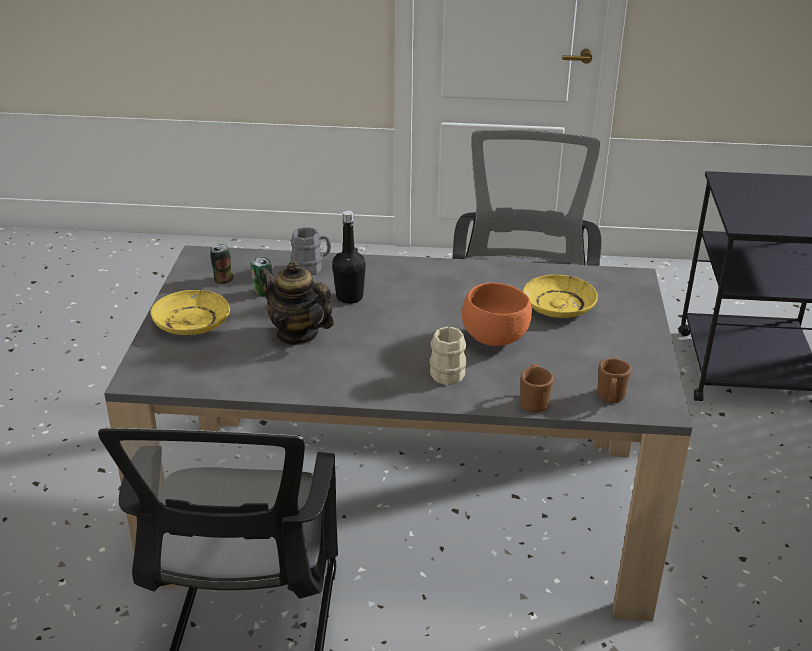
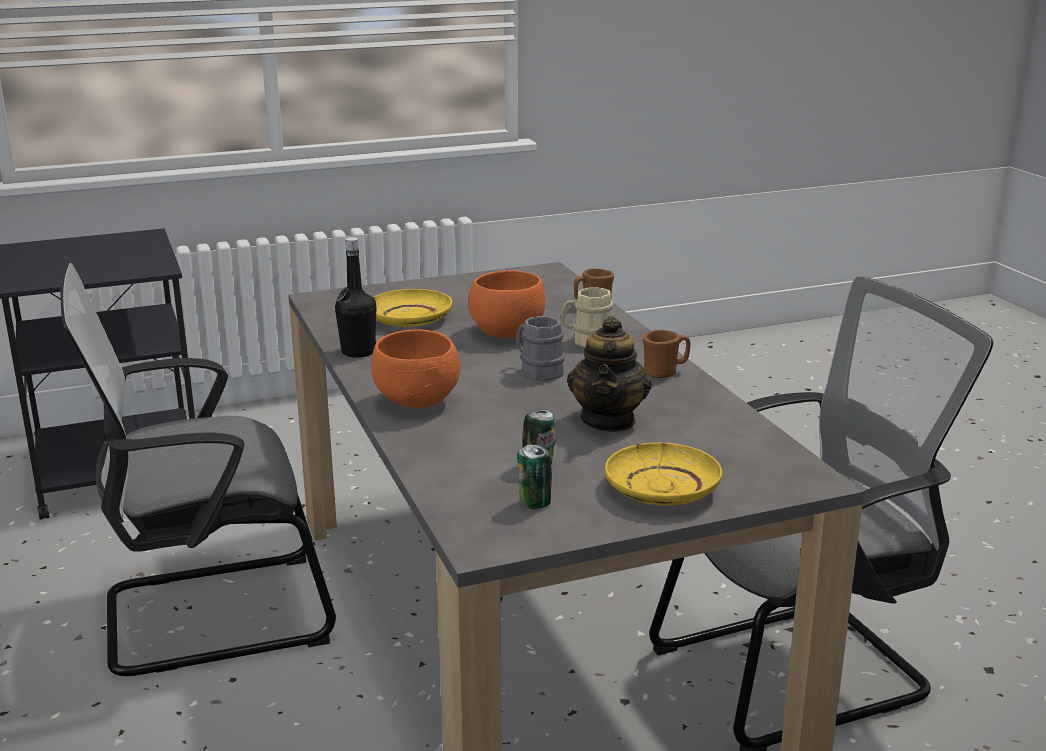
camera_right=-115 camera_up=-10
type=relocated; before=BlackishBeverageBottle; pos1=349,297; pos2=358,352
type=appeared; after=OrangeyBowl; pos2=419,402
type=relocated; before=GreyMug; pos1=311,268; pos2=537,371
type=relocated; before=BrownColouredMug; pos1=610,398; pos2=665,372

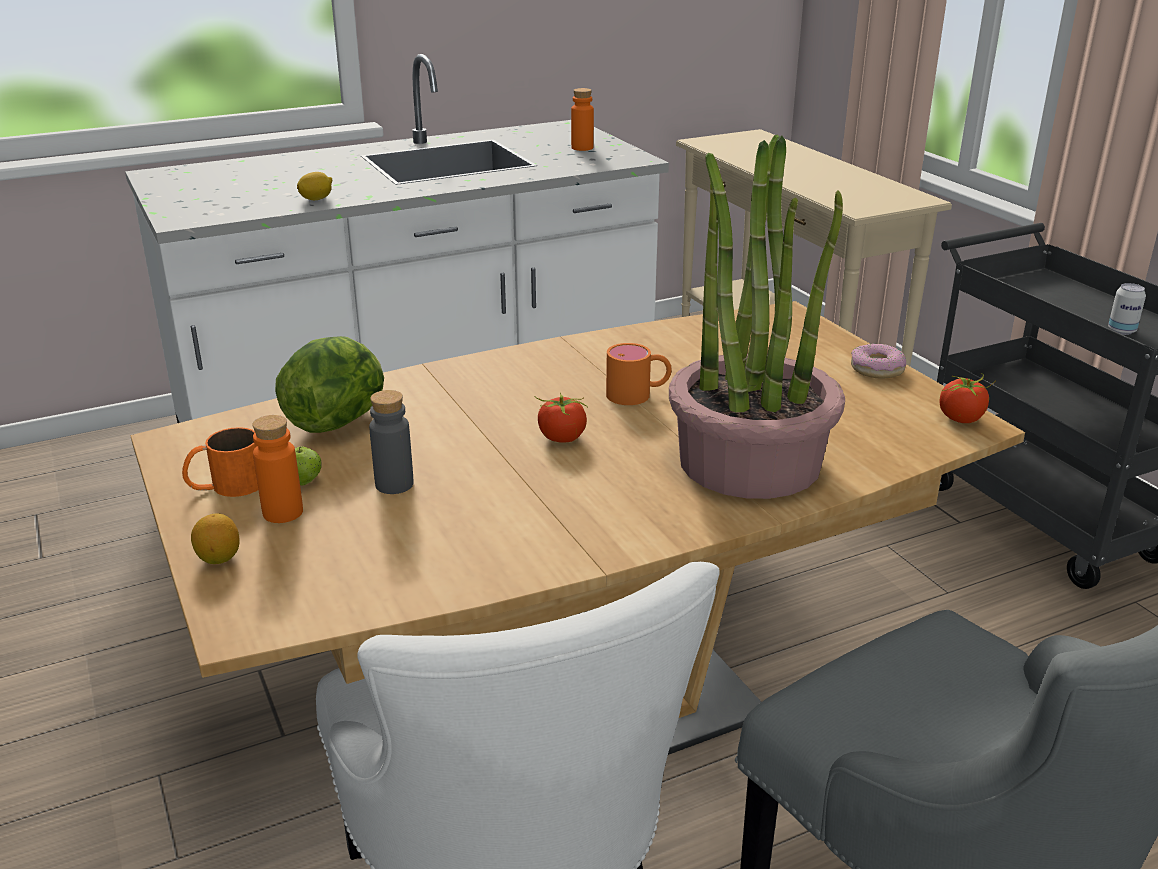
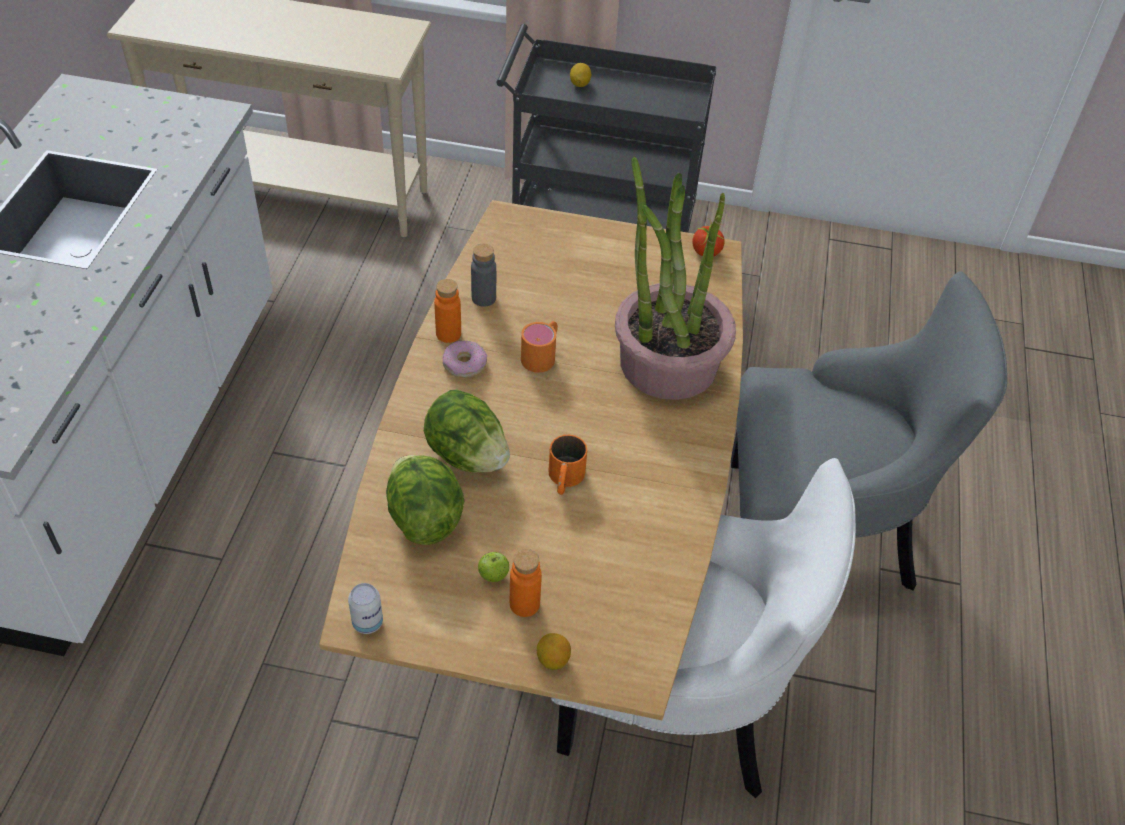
camera_right=-55 camera_up=20
type=relocated; before=MetalCan; pos1=1121,331; pos2=367,623
type=appeared; after=LettuceHead; pos2=467,455
type=relocated; before=OrangeyBeverageBottle; pos1=582,148; pos2=448,334
type=relocated; before=RingDoughnut; pos1=877,369; pos2=464,364
type=relocated; before=GreyBeverageBottle; pos1=394,484; pos2=483,298
type=relocated; before=OrangeyMug; pos1=225,486; pos2=564,479
type=relocated; before=Lemon; pos1=316,199; pos2=580,84
type=missing; before=FreshTomato; pos1=561,438

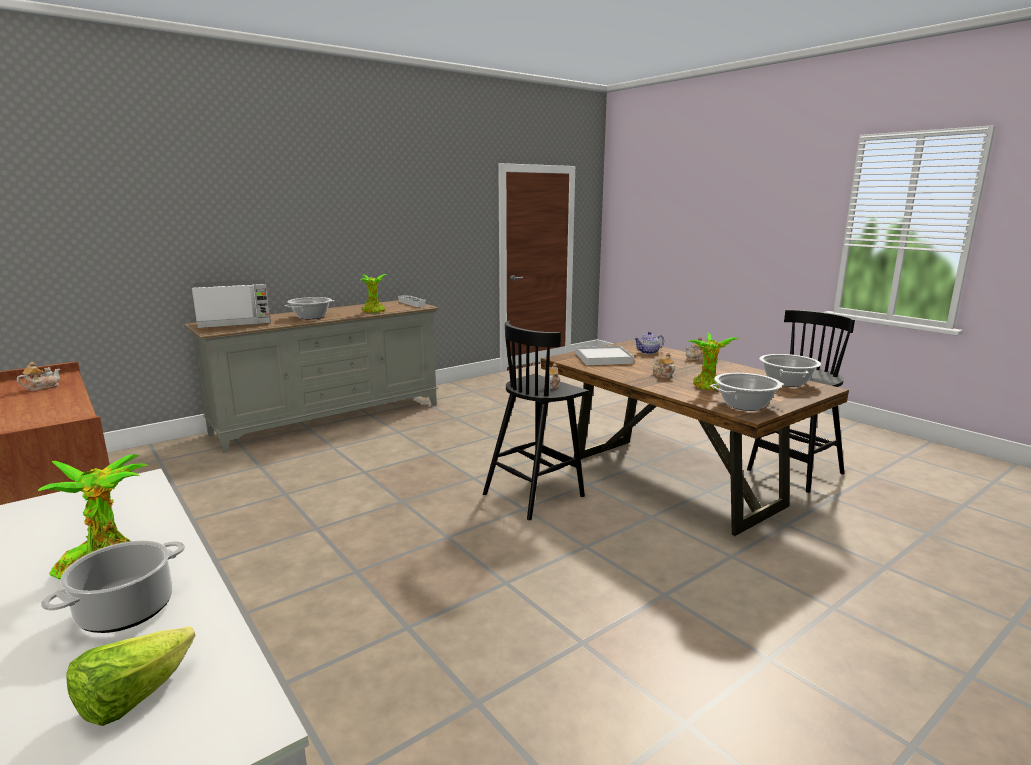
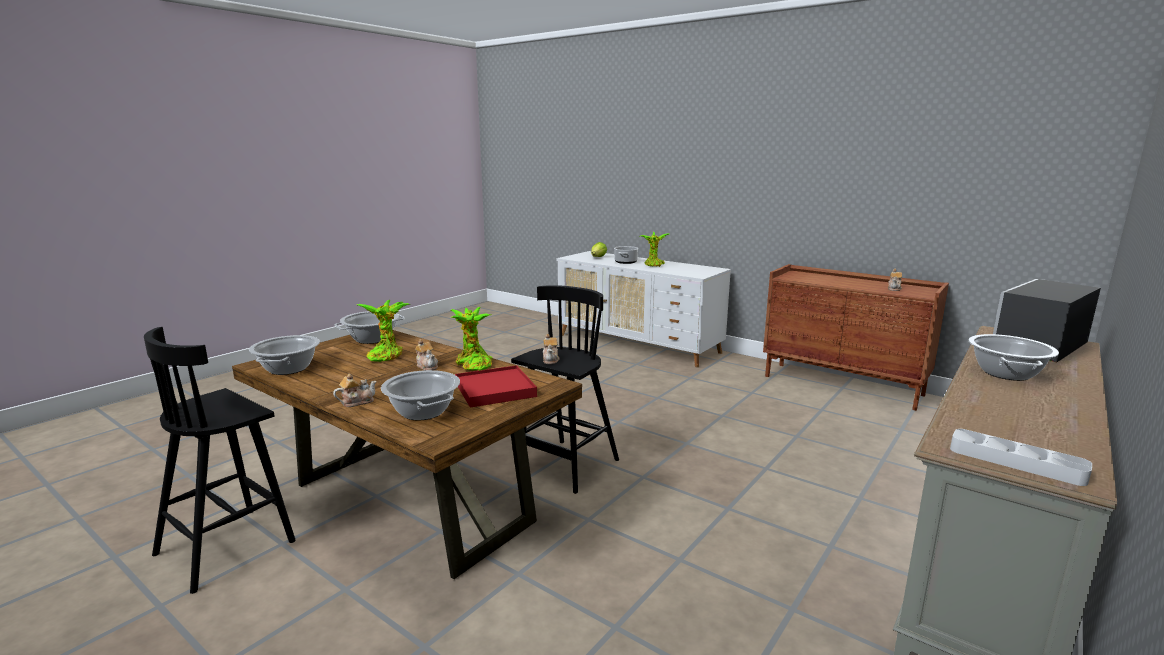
camera_right=165 camera_up=0
type=exchanged; before=Teapot; after=Stockpot; pos1=648,352; pos2=422,412
type=relocated; before=PottedPlant; pos1=374,311; pos2=472,364
type=colour; before=WhiteCarryingTray; after=RedColouredCarryingTray; pos1=603,358; pos2=495,389

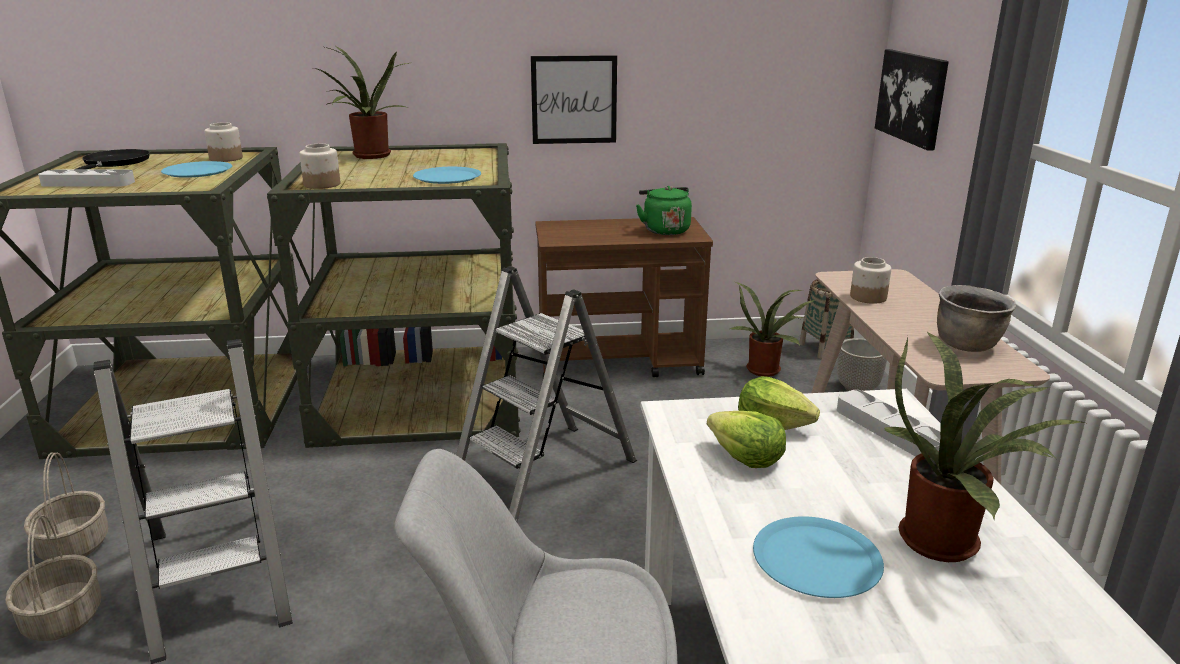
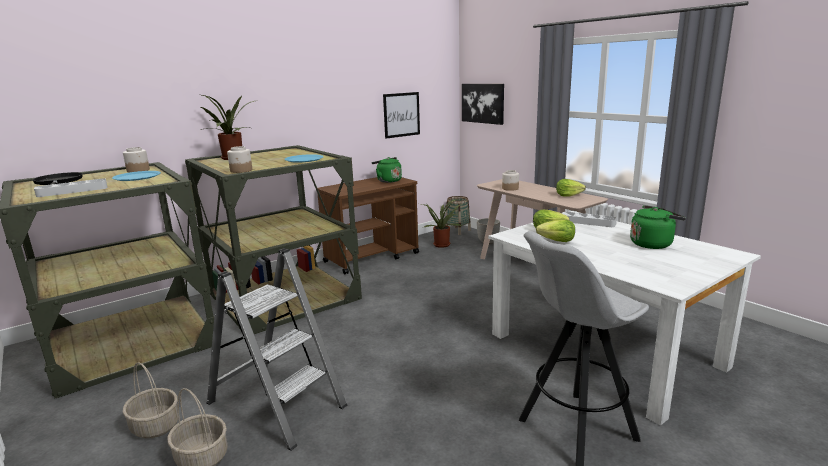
camera_right=-30 camera_up=-5
type=relocated; before=WallArt; pos1=574,100; pos2=401,115
type=exchanged; before=BrownColouredStockpot; after=LettuceHead; pos1=967,345; pos2=568,195
type=exchanged; before=PottedPlant; after=GreenishKettle; pos1=946,542; pos2=653,244
type=missing; before=GreyStepStool; pos1=546,471
type=missing; before=BlueColouredPlate; pos1=817,559

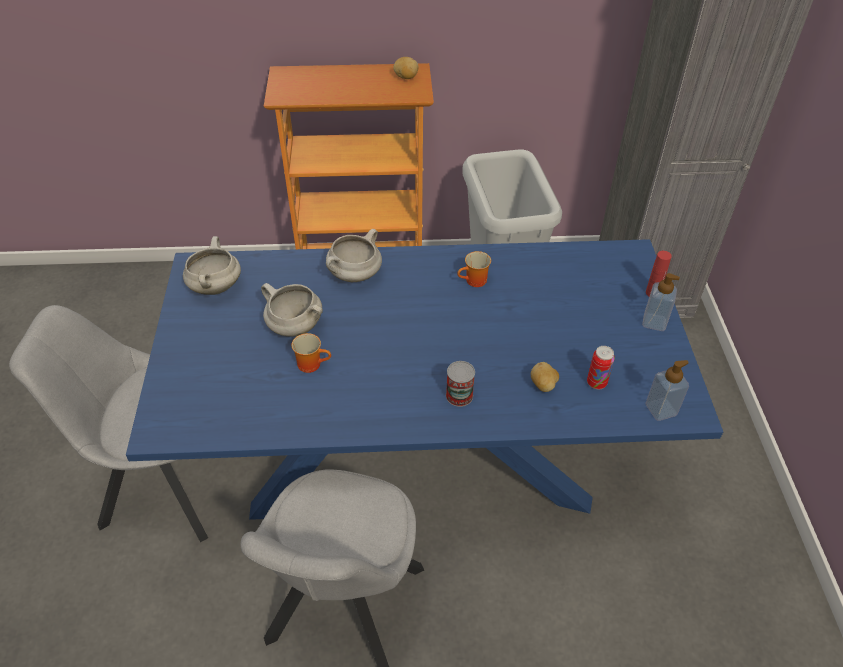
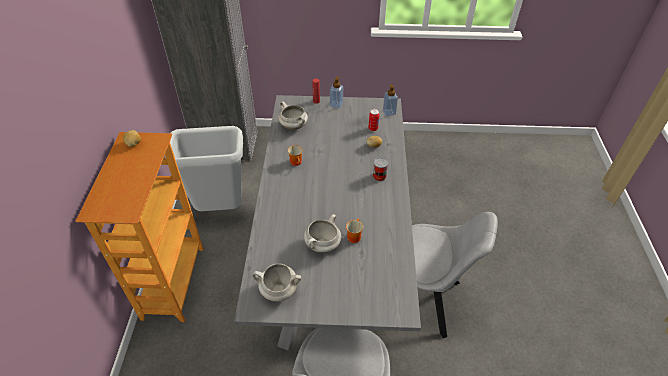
camera_right=-85 camera_up=0
type=colour; before=BlueColouredDiningTable; after=GreyDiningTable; pos1=420,455; pos2=332,259
type=relocated; before=WhiteStockpot; pos1=354,275; pos2=294,126

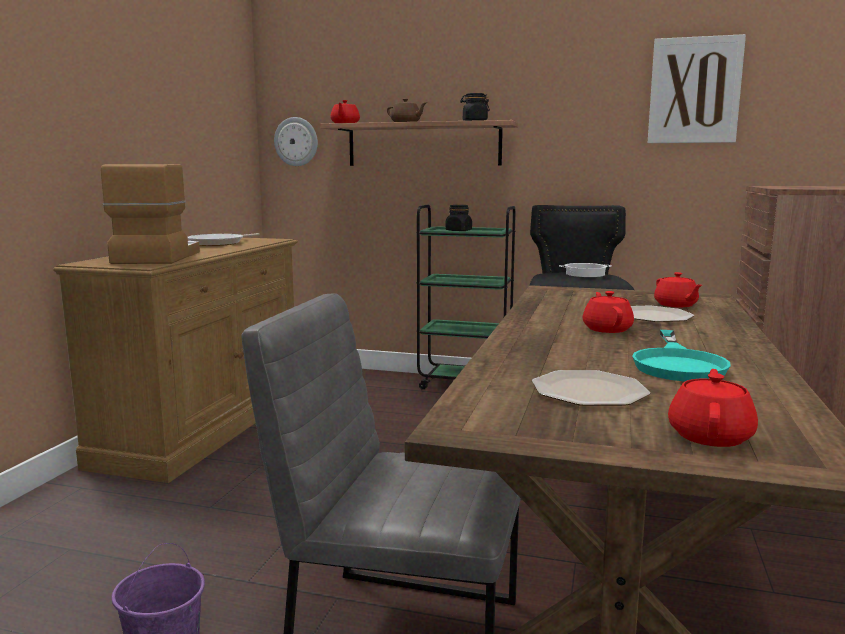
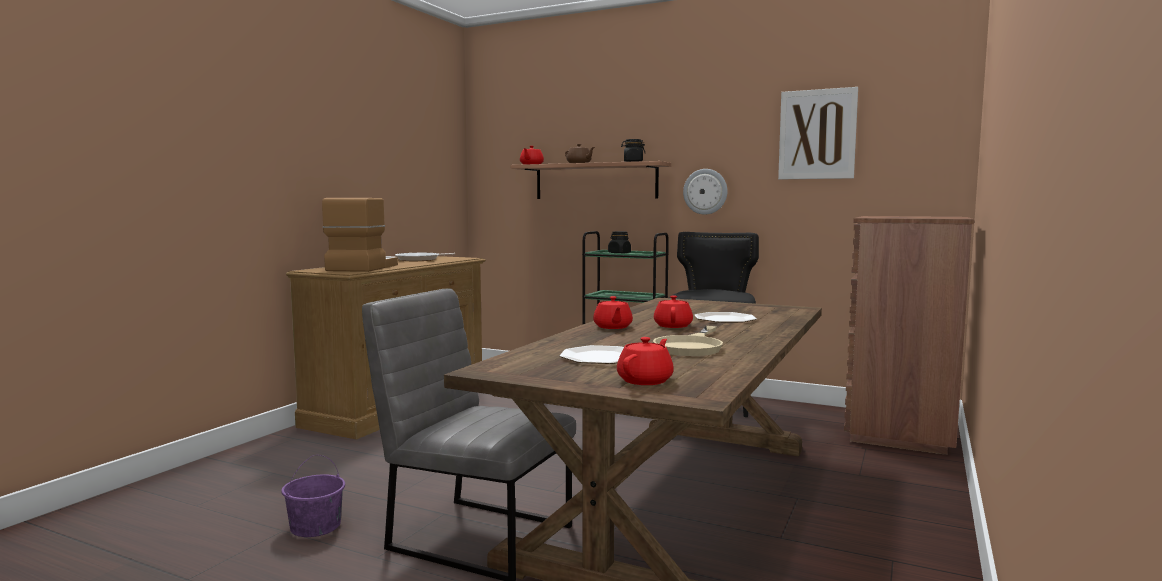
camera_right=10 camera_up=-5
type=relocated; before=RedColouredTeapot; pos1=676,305; pos2=612,327
type=colour; before=TurquoiseColouredPan; after=BeigePan; pos1=677,364; pos2=691,346
type=relocated; before=ClockOnTheWall; pos1=296,141; pos2=705,191
type=missing; before=Stockpot; pos1=585,274

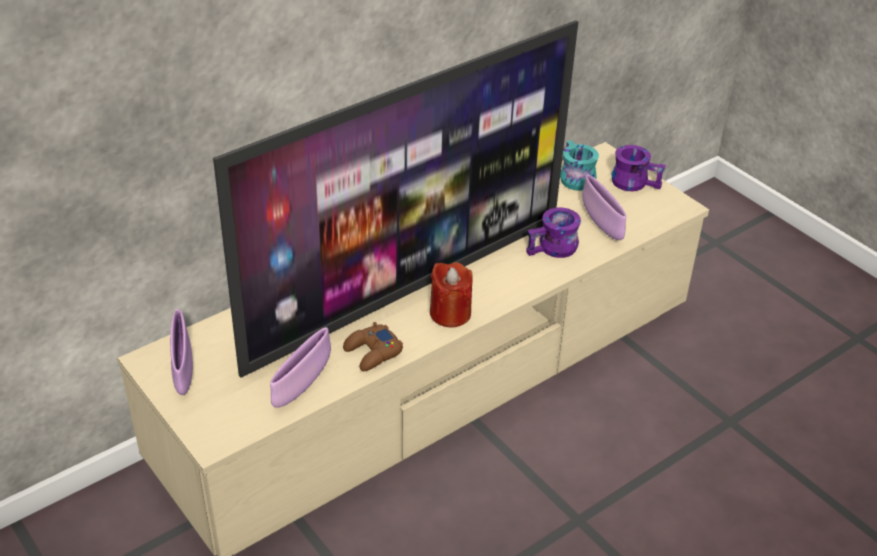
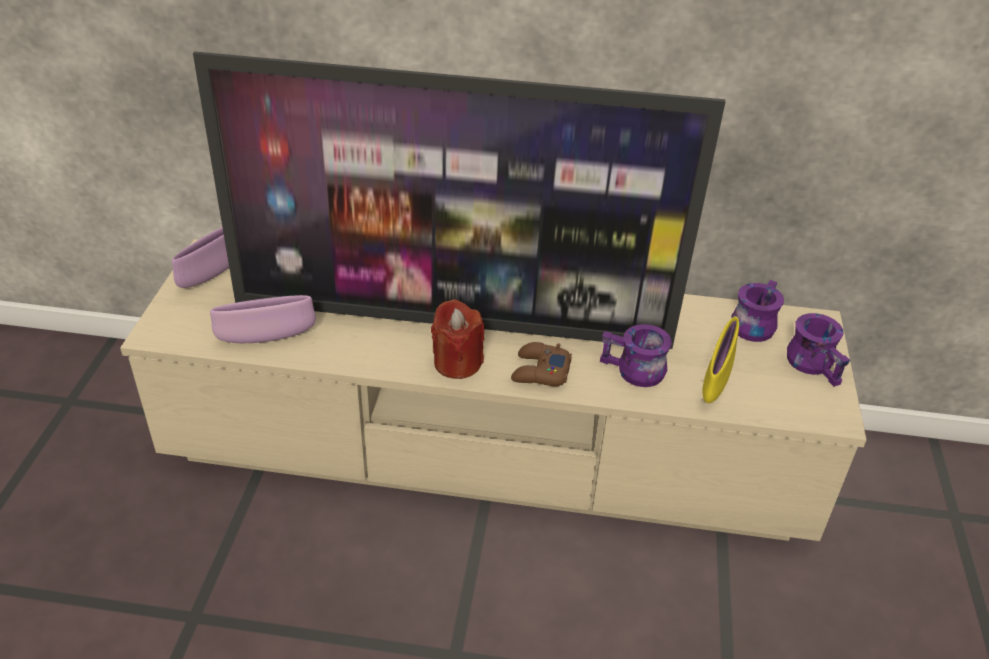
camera_right=45 camera_up=0
type=relocated; before=BrownColouredJoypad; pos1=373,352; pos2=540,371
type=colour; before=PurplishBowl; after=YellowColouredBowl; pos1=601,224; pos2=716,380
type=colour; before=TurquoiseColouredMug; after=PurplishMug; pos1=573,177; pos2=751,323

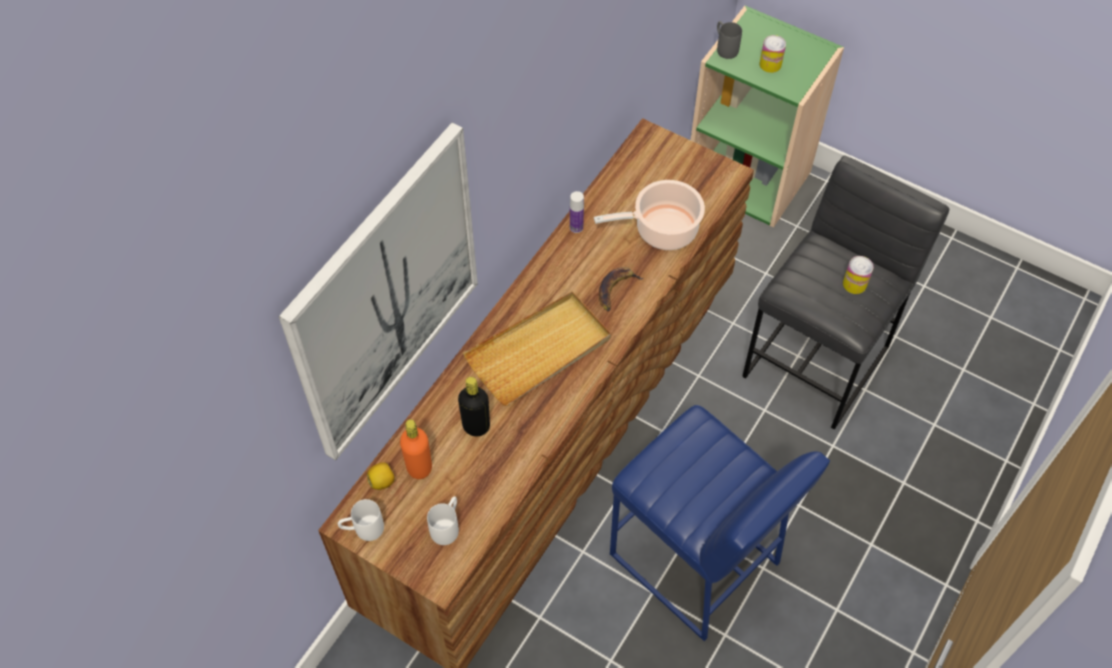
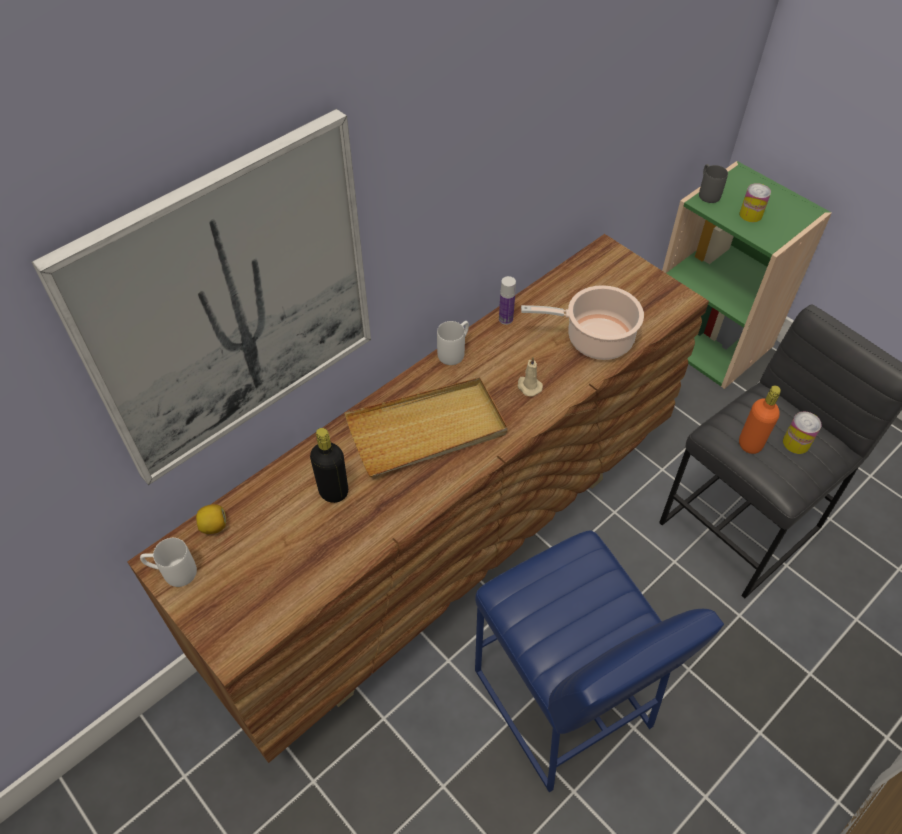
camera_right=15 camera_up=-5
type=relocated; before=WhiteMug; pos1=447,526; pos2=455,351
type=exchanged; before=Banana; after=BeigeWaxCandle; pos1=616,289; pos2=528,386
type=relocated; before=OrangeyBeverageBottle; pos1=419,467; pos2=750,444

